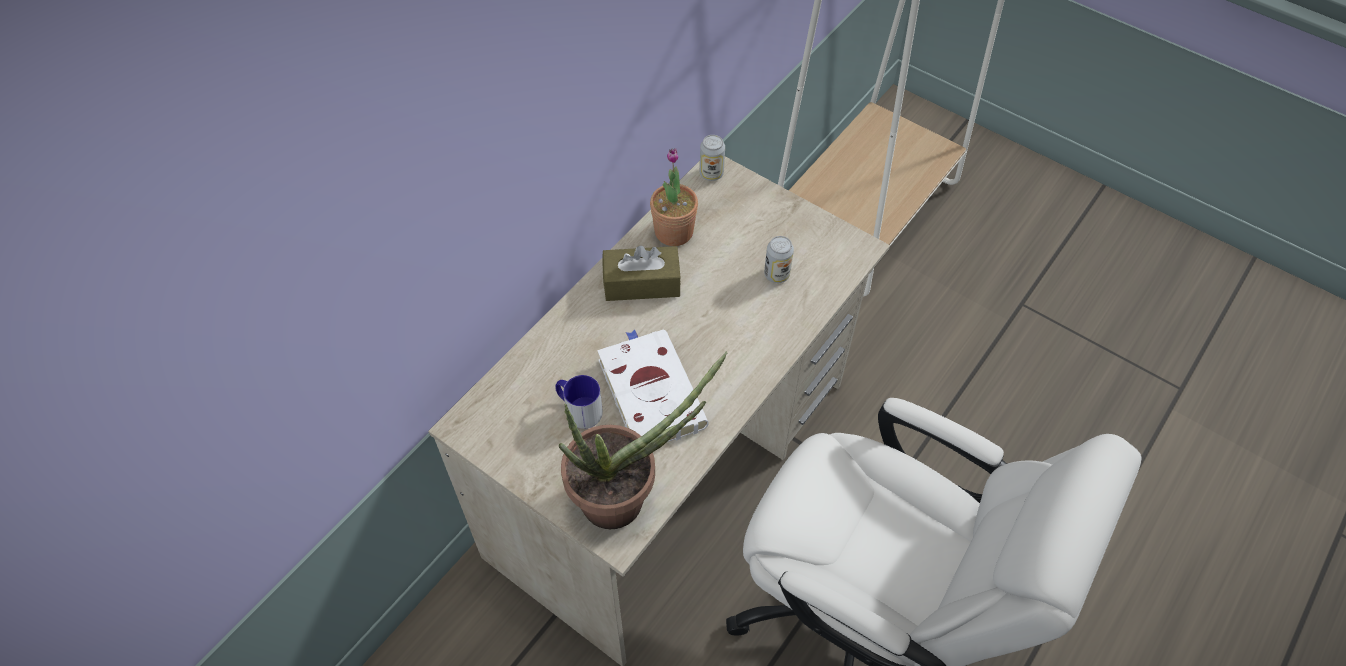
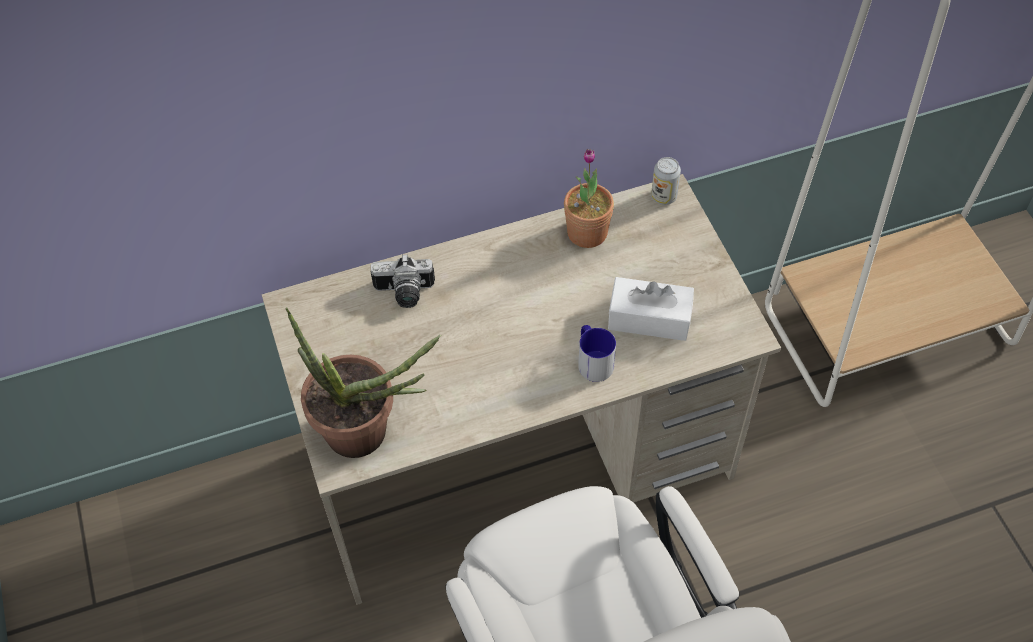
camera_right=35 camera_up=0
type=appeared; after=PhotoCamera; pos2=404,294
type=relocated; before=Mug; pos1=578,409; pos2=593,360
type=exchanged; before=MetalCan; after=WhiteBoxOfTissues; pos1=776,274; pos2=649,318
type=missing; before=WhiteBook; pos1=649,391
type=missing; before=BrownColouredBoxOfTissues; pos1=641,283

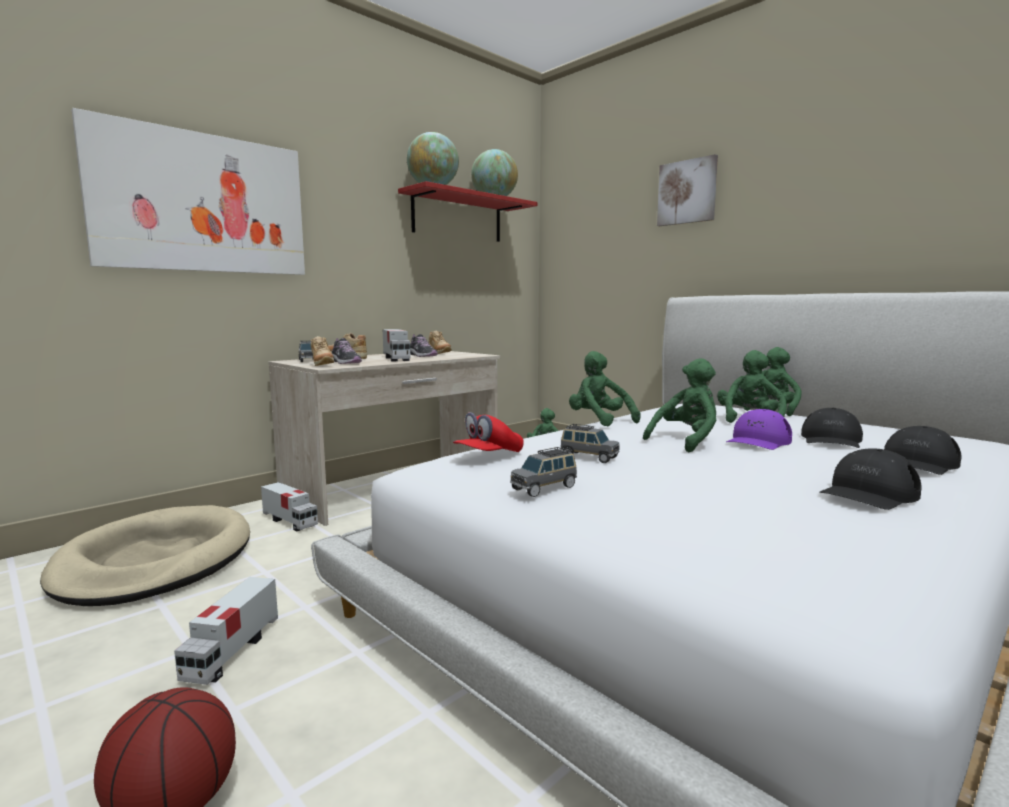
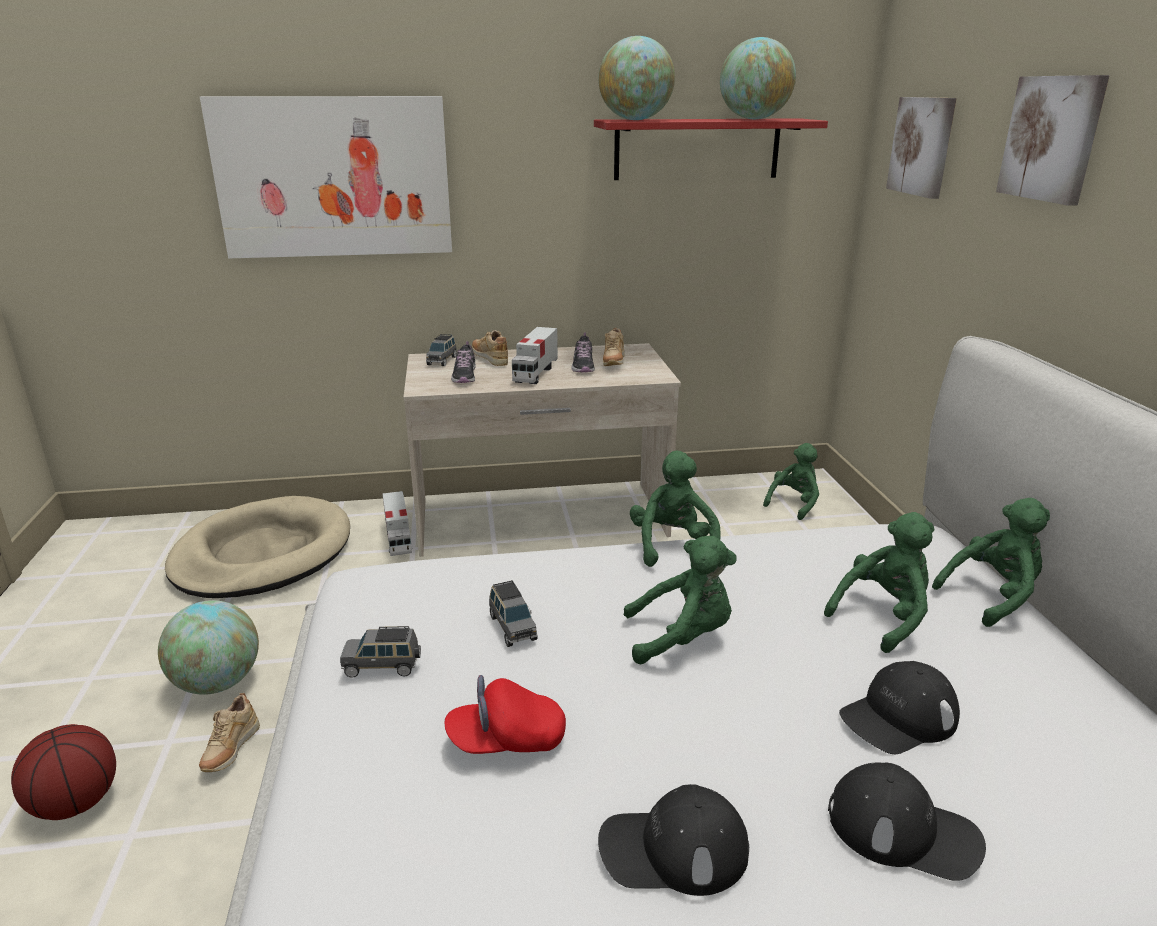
camera_right=35 camera_up=15
type=exchanged; before=ModelTruck; after=WorldGlobe; pos1=232,652; pos2=217,683
type=relocated; before=BeigeItemOfFootwear; pos1=322,365; pos2=230,751
type=relocated; before=RedColouredCap; pos1=489,456; pos2=506,740
type=spun; before=BlackishCap; pos1=917,463; pos2=903,829; turn=-150
type=appeared; after=WallArt; pos2=922,146
type=missing; before=PurplishCap; pos1=758,441

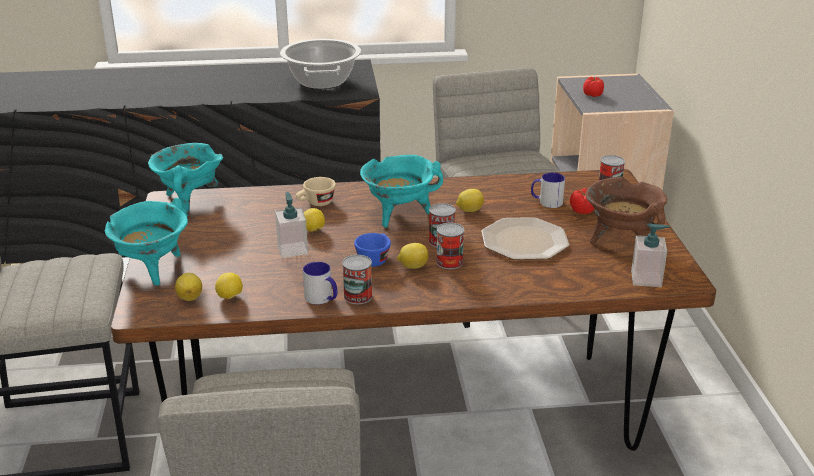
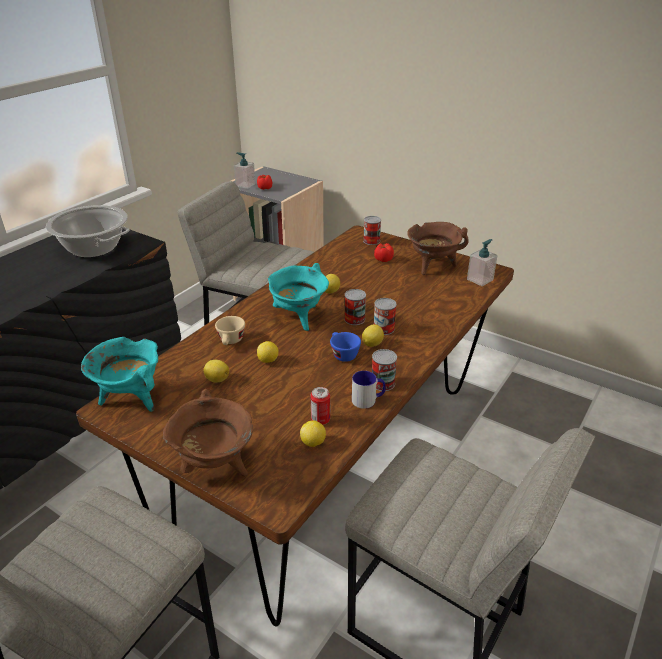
camera_right=-50 camera_up=5
type=colour; before=TurquoiseColouredStockpot; after=BrownColouredStockpot; pos1=153,269; pos2=215,467
type=relocated; before=Lemon; pos1=190,297; pos2=216,379
type=relocated; before=SoapBottle; pos1=292,249; pos2=245,185
type=appeared; after=MetalCan; pos2=320,420
type=missing; before=Plate; pos1=525,240
type=missing; before=Mug; pos1=546,202

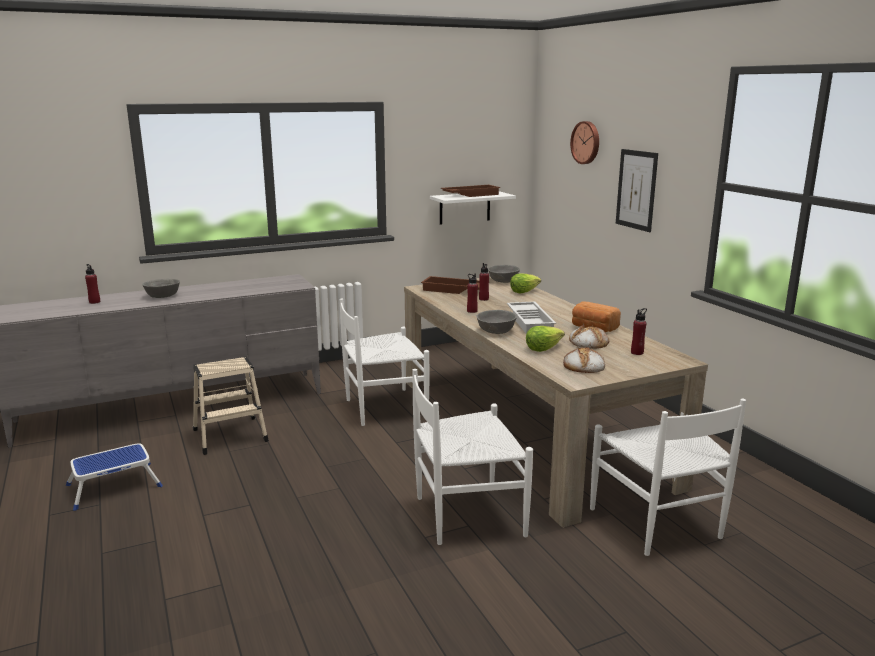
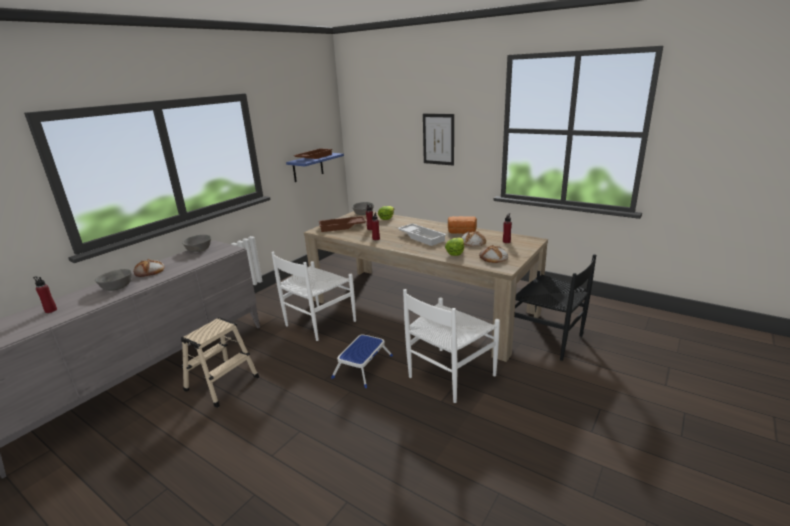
camera_right=-30 camera_up=5
type=appeared; after=BakeryBread; pos2=150,271
type=relocated; before=GreyBowl; pos1=496,331; pos2=199,249
type=colour; before=WhiteBracketShelf; after=BlueColouredBracketShelf; pos1=465,207; pos2=308,167
type=relocated; before=BlueColouredStepStool; pos1=114,486; pos2=363,366
type=colour; before=WhitePlainChair; after=BlackishPlainChair; pos1=658,523; pos2=547,339
type=missing; before=ClockOnTheWall; pos1=586,142

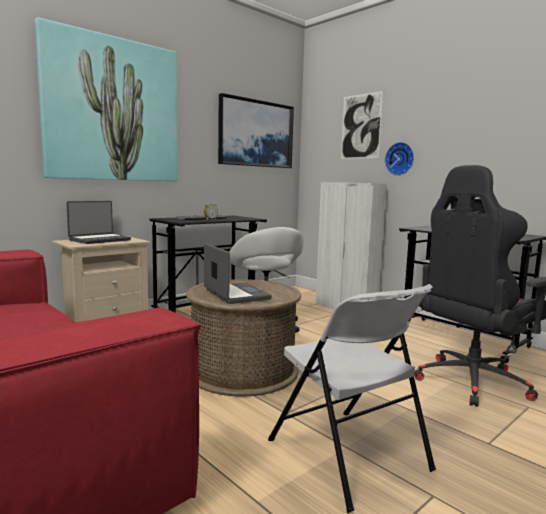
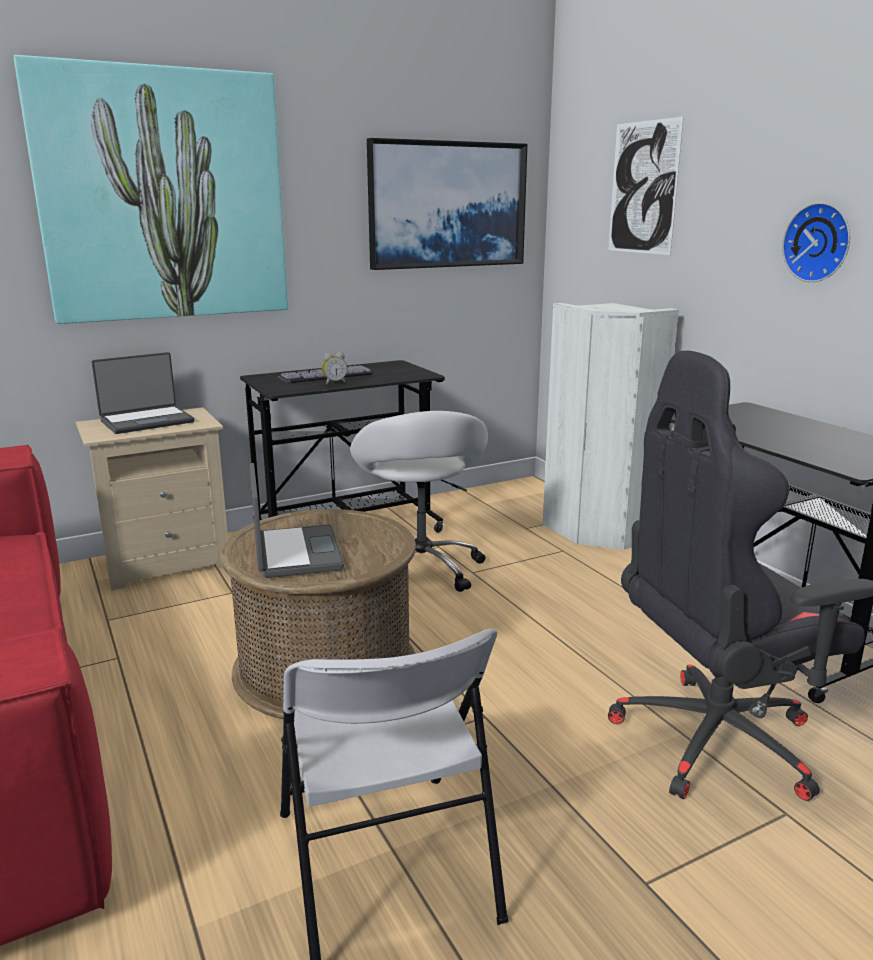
camera_right=15 camera_up=10
type=relocated; before=ClockOnTheWall; pos1=400,159; pos2=819,242

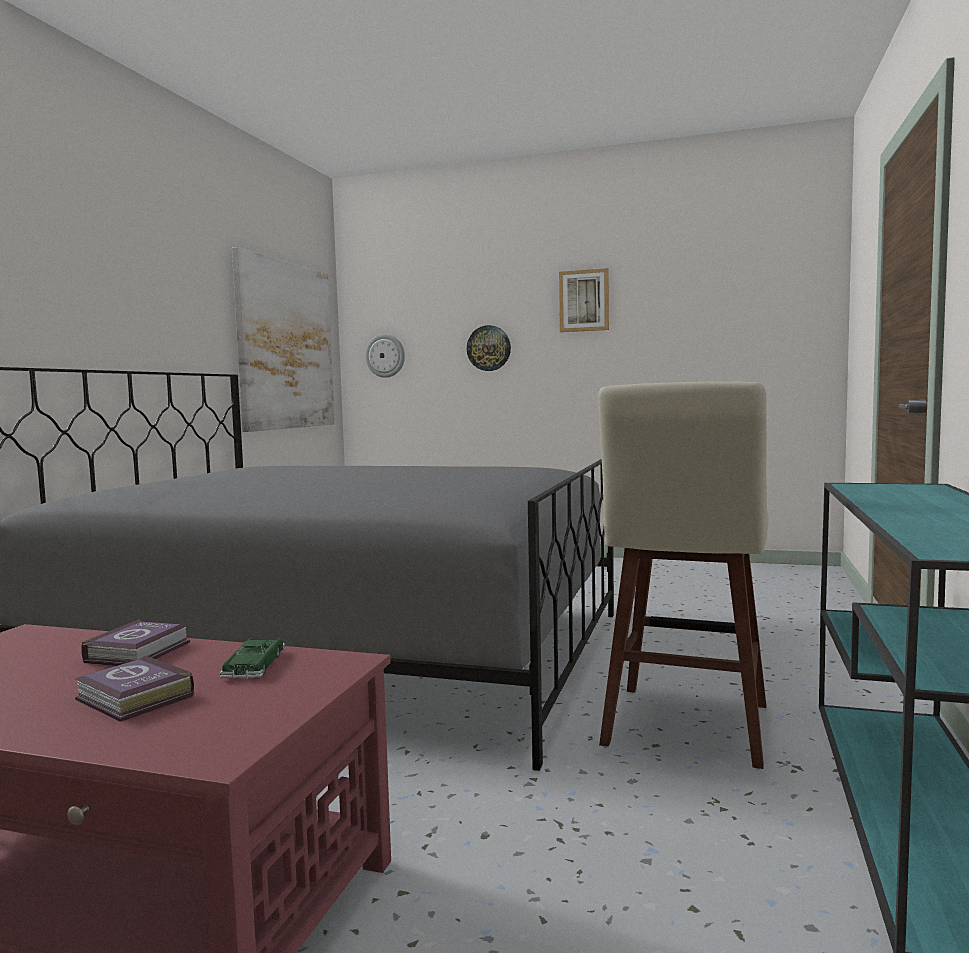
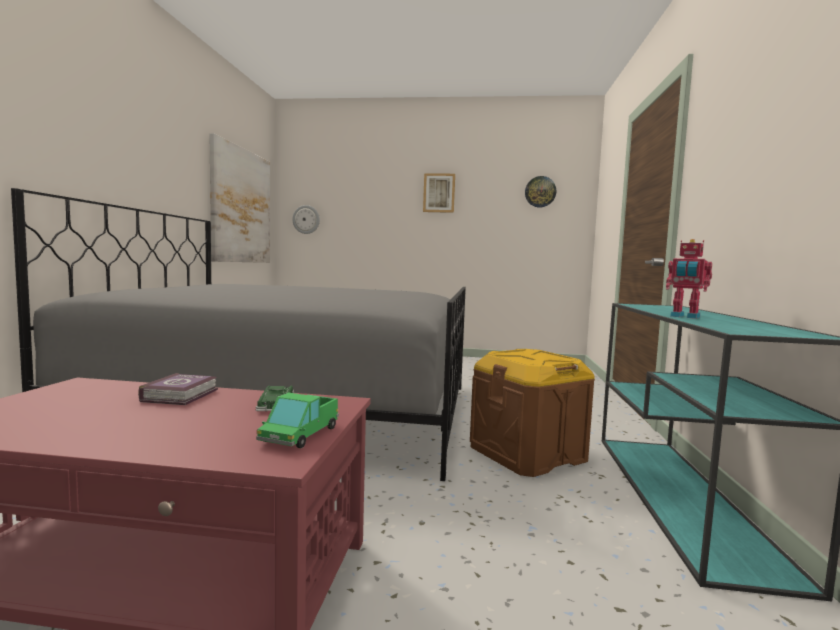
camera_right=-10 camera_up=0
type=appeared; after=ModelTruck; pos2=300,434
type=exchanged; before=BeigeSittingStool; after=BrownColouredStorageBox; pos1=685,727; pos2=527,453
type=relocated; before=ClockOnTheWall; pos1=489,348; pos2=540,192
type=appeared; after=ToyRobot; pos2=684,317
type=missing; before=Book; pos1=134,699

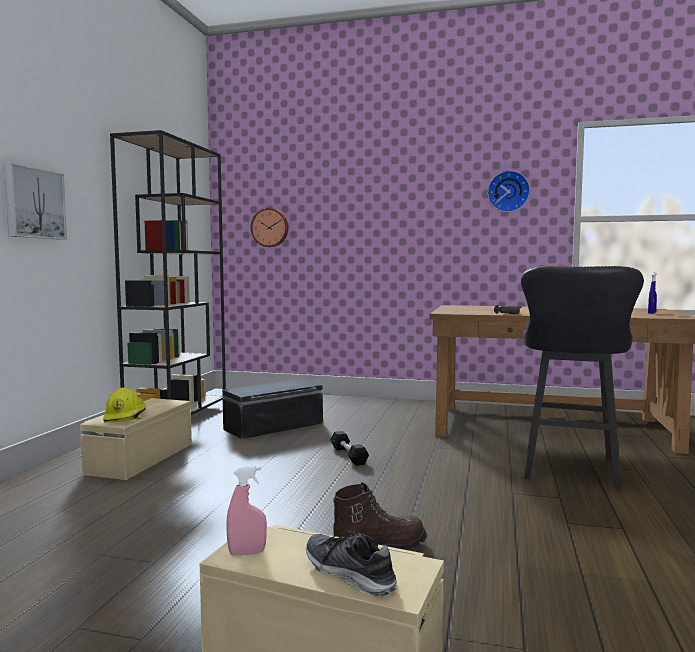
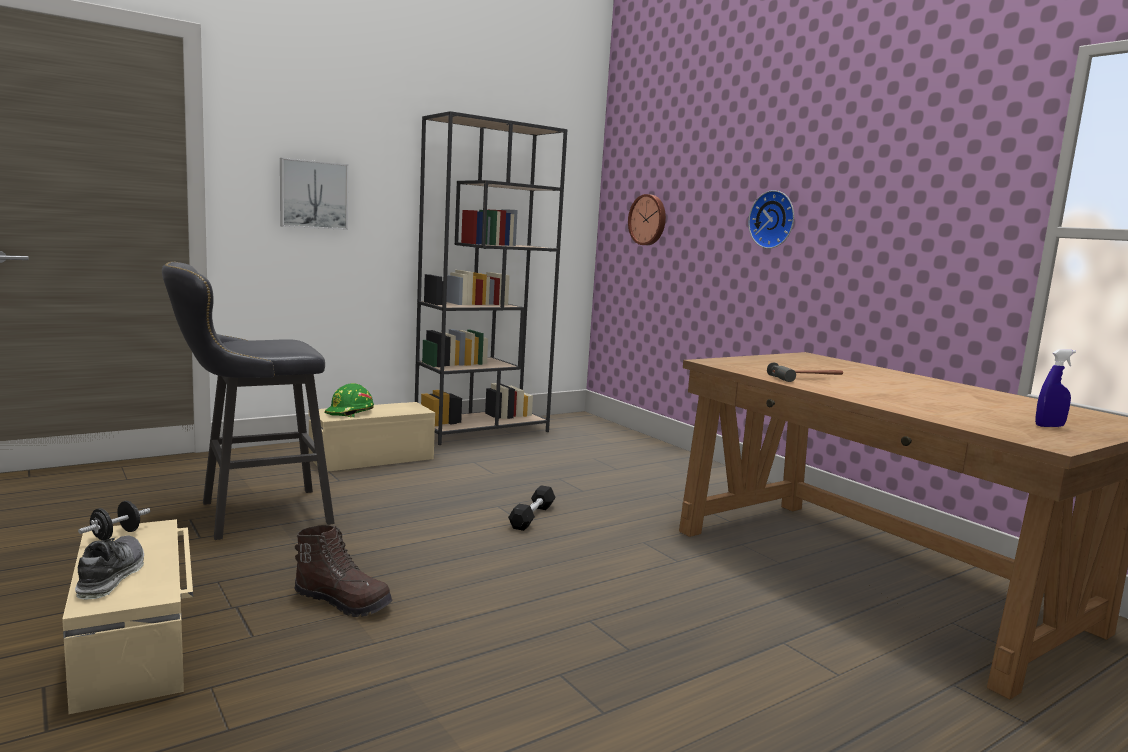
camera_right=40 camera_up=5
type=exchanged; before=PinkHandSprayer; after=BlackishFreeWeight; pos1=247,553; pos2=116,535
type=relocated; before=BlackishSittingStool; pos1=570,473; pos2=248,515
type=colour; before=YellowColouredSafetyHelmet; after=GreenishSafetyHelmet; pos1=125,417; pos2=350,412
type=relocated; before=ClockOnTheWall; pos1=508,191; pos2=774,219
type=missing; before=BlackishStorageBox; pos1=274,426

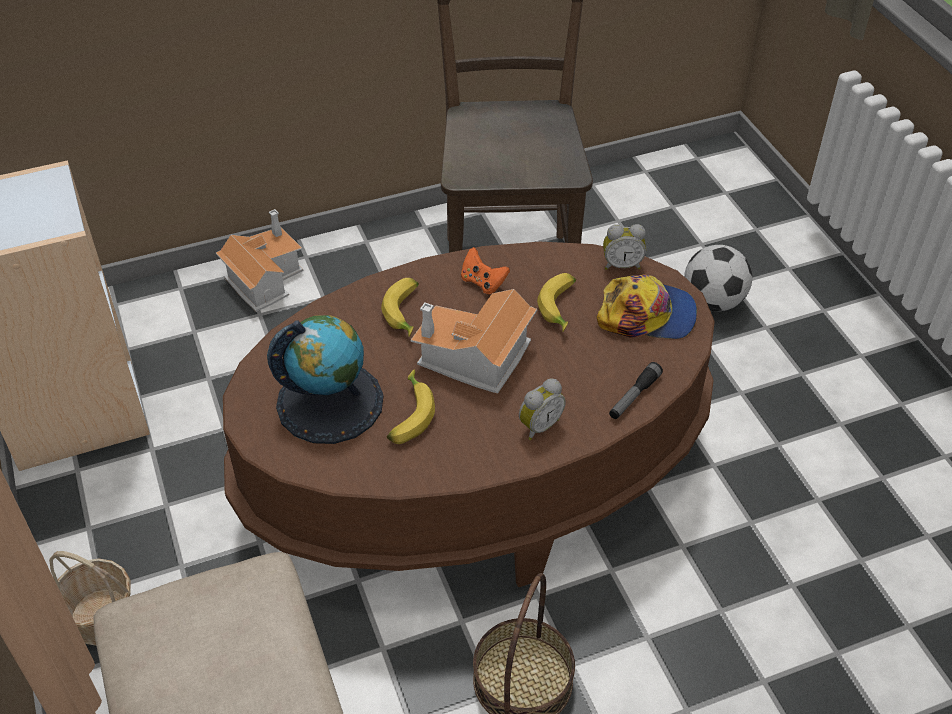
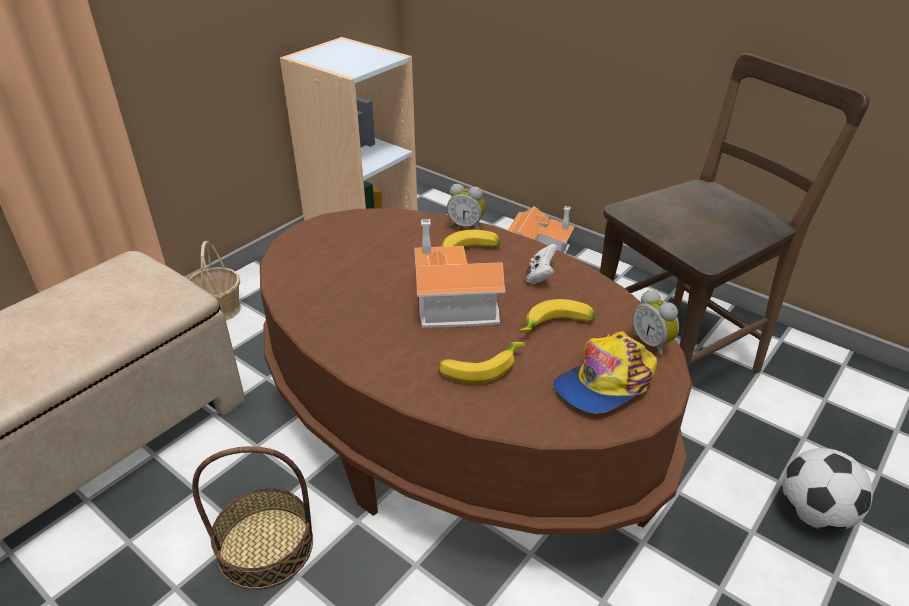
camera_right=60 camera_up=-10
type=relocated; before=Banana; pos1=408,415; pos2=480,367
type=relocated; before=AlarmClock; pos1=538,425; pos2=466,226
type=colour; before=OrangeyJoypad; after=WhiteJoypad; pos1=483,282; pos2=540,276
type=spun; before=Cap; pos1=647,315; pos2=605,383; turn=75
type=missing; before=WorldGlobe; pos1=330,402
type=missing; before=Flashlight; pos1=634,396

